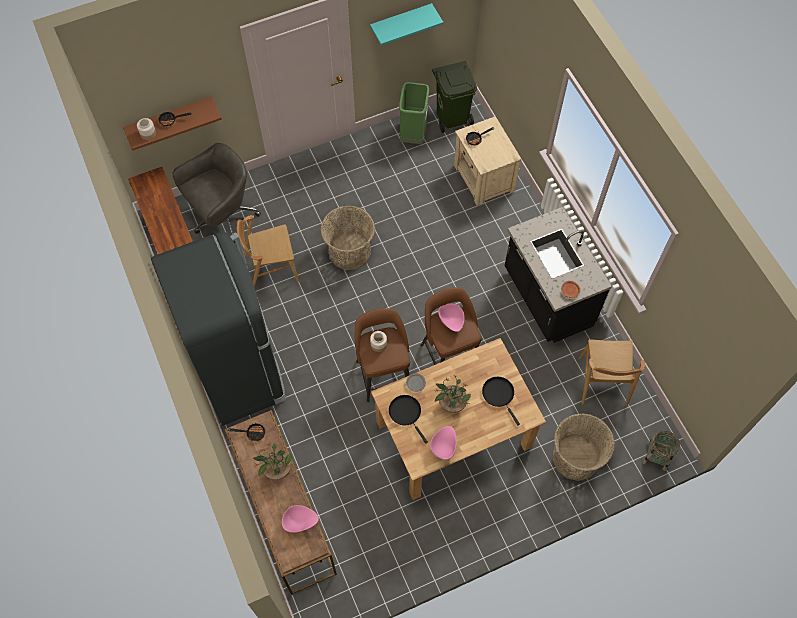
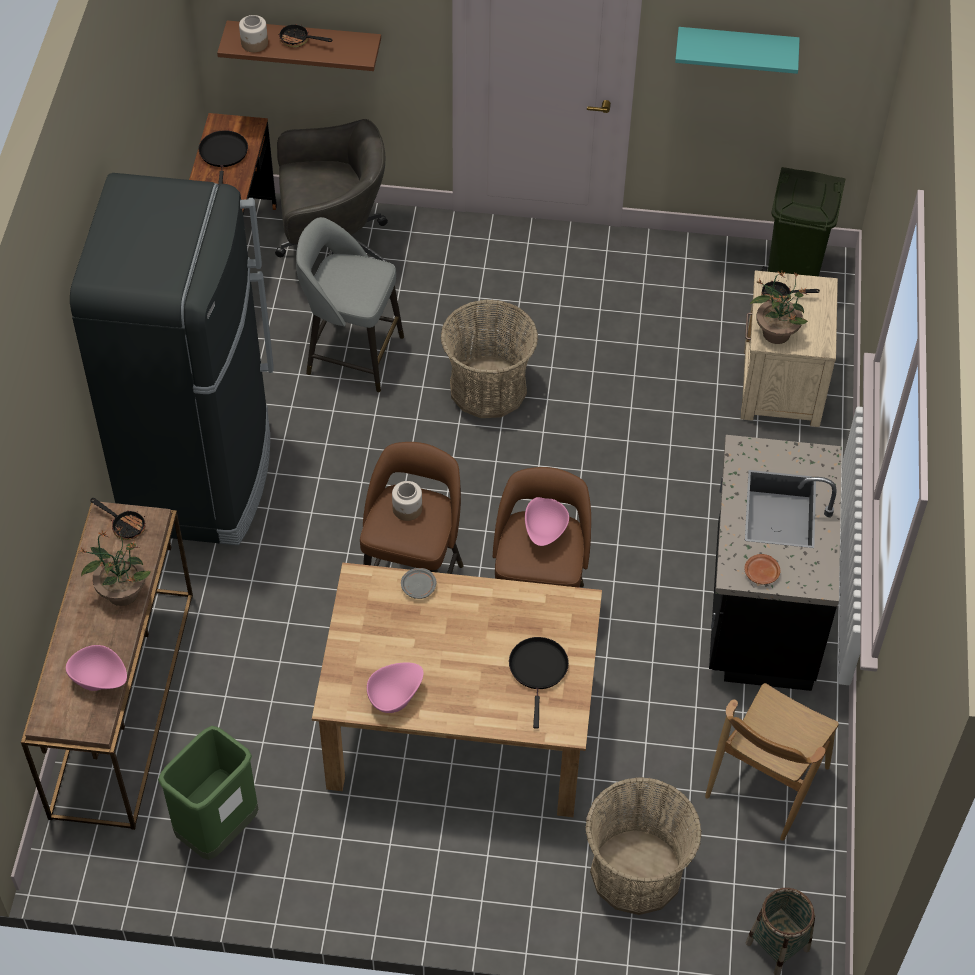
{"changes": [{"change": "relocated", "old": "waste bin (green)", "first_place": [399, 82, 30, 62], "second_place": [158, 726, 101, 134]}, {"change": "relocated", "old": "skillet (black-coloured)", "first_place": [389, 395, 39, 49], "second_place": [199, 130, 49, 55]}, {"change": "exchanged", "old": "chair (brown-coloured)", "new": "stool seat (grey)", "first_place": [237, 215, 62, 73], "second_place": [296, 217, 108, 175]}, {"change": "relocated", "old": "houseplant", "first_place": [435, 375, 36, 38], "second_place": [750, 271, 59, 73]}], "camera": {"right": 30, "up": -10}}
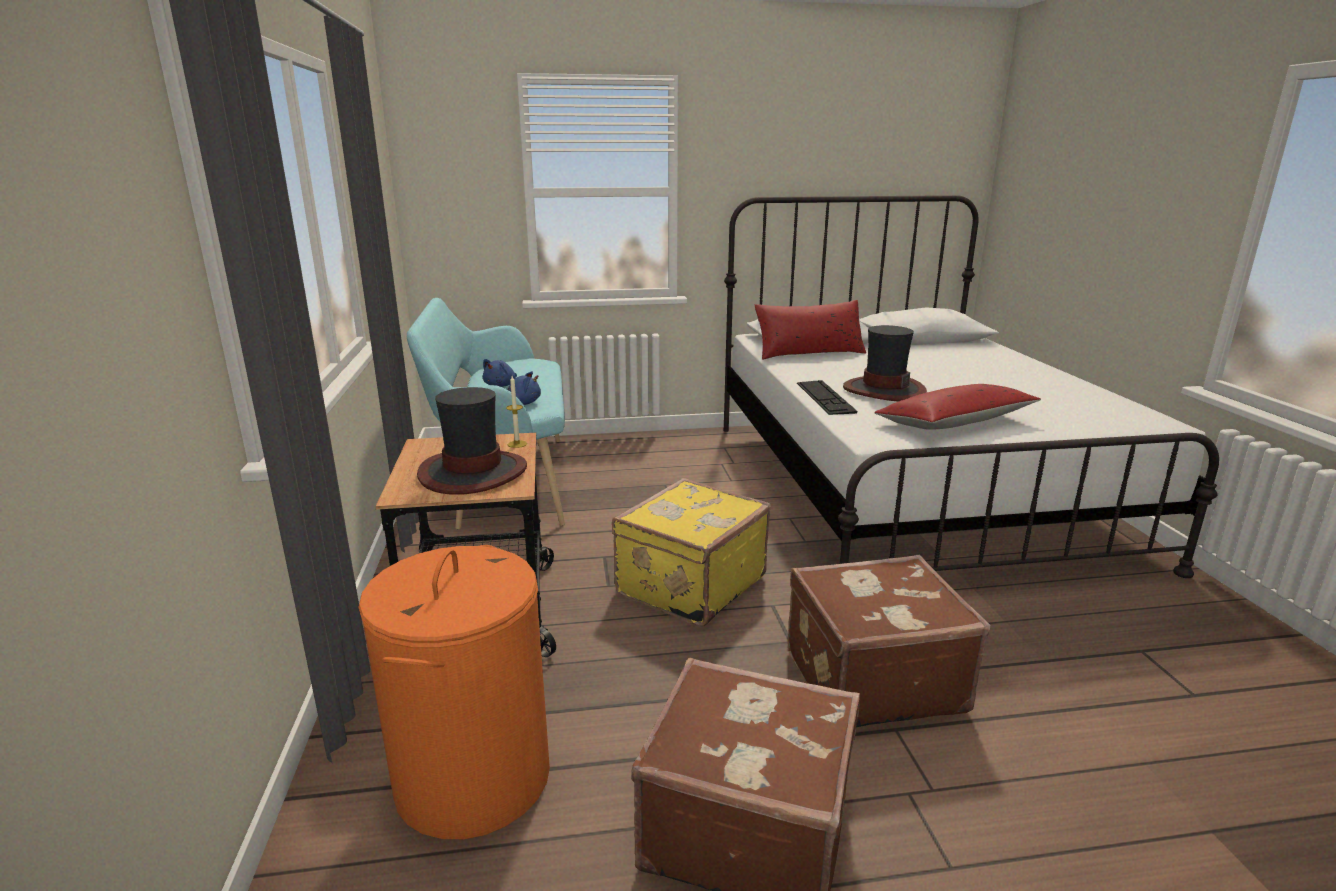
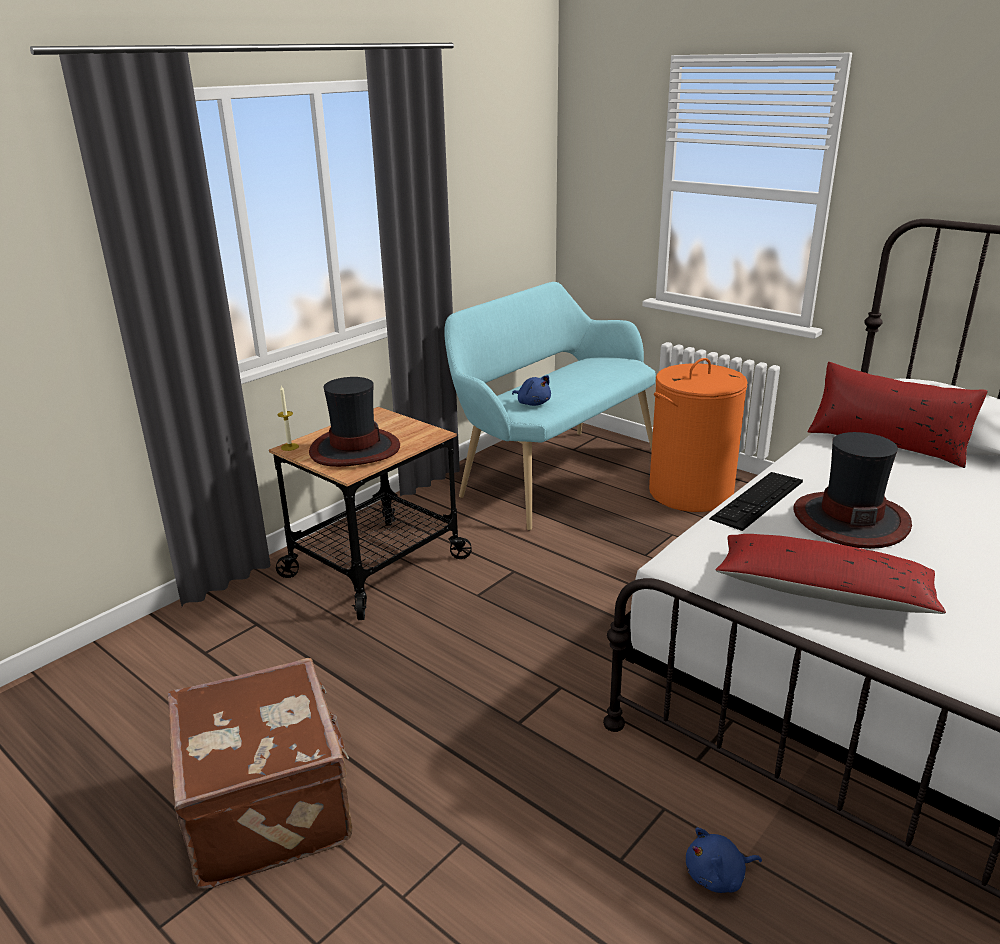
{"changes": [{"change": "relocated", "old": "wax light", "first_place": [506, 376, 21, 72], "second_place": [277, 386, 22, 65]}, {"change": "relocated", "old": "hamper (orangey)", "first_place": [358, 545, 192, 294], "second_place": [649, 358, 99, 154]}, {"change": "relocated", "old": "soft toy (bluish)", "first_place": [483, 359, 34, 28], "second_place": [686, 827, 76, 66]}, {"change": "missing", "old": "travel case (yellow-coloured)", "first_place": [612, 478, 159, 149]}, {"change": "missing", "old": "travel case (brown-coloured)", "first_place": [787, 555, 203, 172]}], "camera": {"right": 50, "up": 5}}
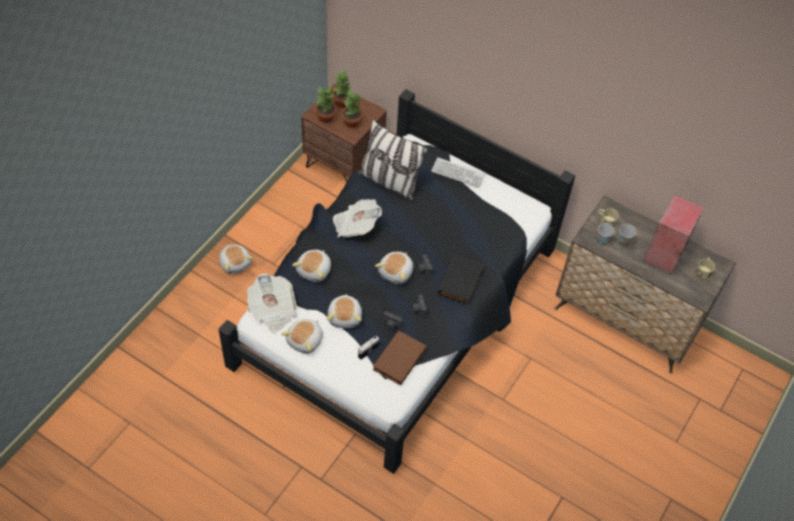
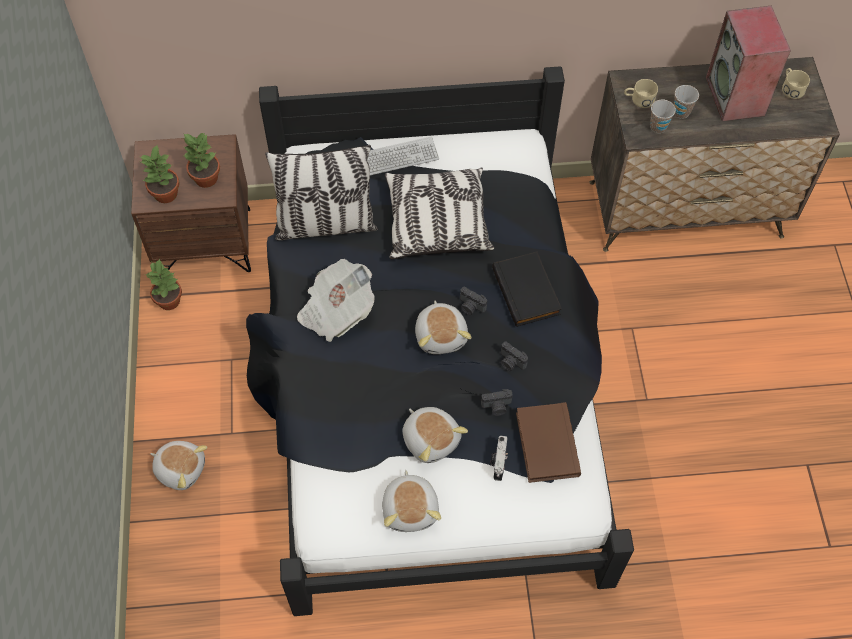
{"changes": [{"change": "relocated", "old": "houseplant", "first_place": [332, 69, 20, 39], "second_place": [145, 258, 37, 52]}, {"change": "appeared", "new": "throw pillow", "second_place": [385, 167, 109, 92]}, {"change": "missing", "old": "printed paper", "first_place": [247, 273, 50, 60]}, {"change": "missing", "old": "soft toy", "first_place": [292, 250, 39, 32]}], "camera": {"right": -35, "up": 5}}
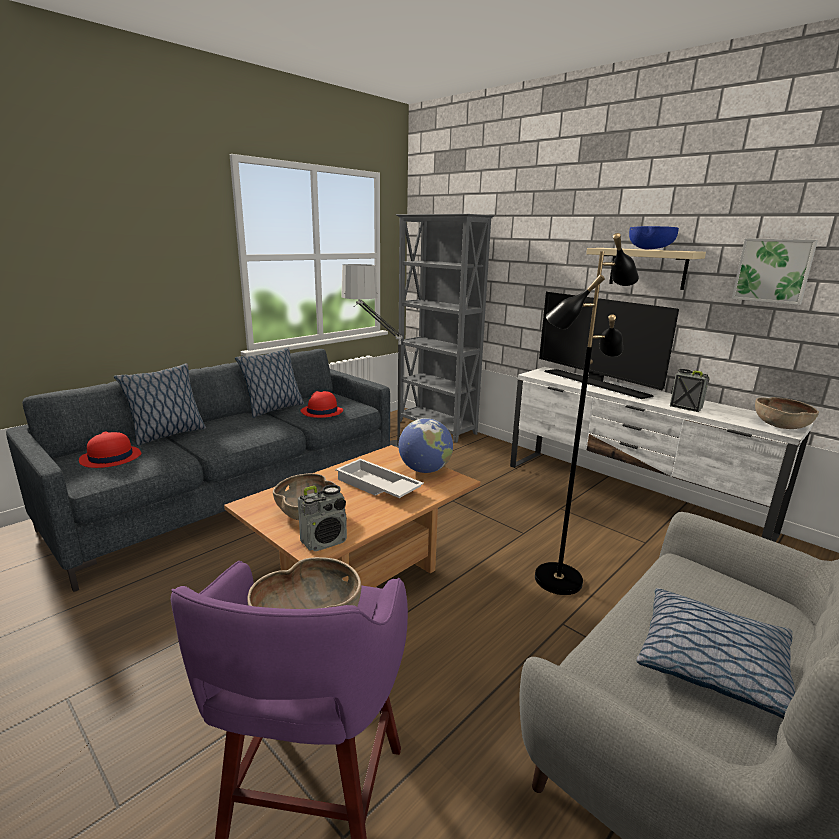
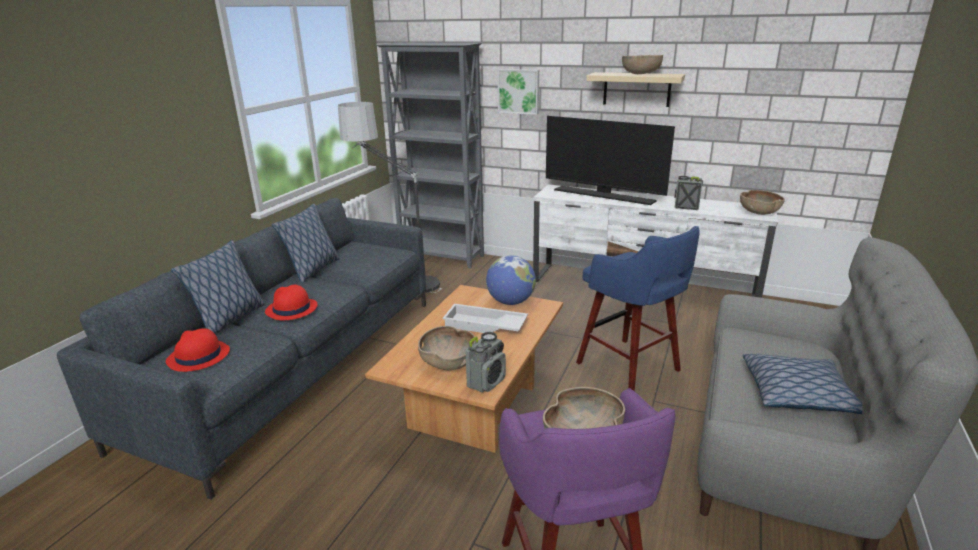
{"changes": [{"change": "relocated", "old": "hat (red)", "first_place": [300, 391, 43, 27], "second_place": [265, 285, 52, 35]}, {"change": "relocated", "old": "picture", "first_place": [732, 238, 86, 67], "second_place": [498, 69, 41, 46]}, {"change": "exchanged", "old": "standing lamp (black-coloured)", "new": "stool seat (bluish)", "first_place": [535, 233, 104, 362], "second_place": [576, 226, 124, 165]}, {"change": "colour", "old": "deep dish (bluish)", "new": "deep dish (brown-coloured)", "first_place": [629, 226, 50, 23], "second_place": [622, 55, 41, 19]}], "camera": {"right": -20, "up": 5}}
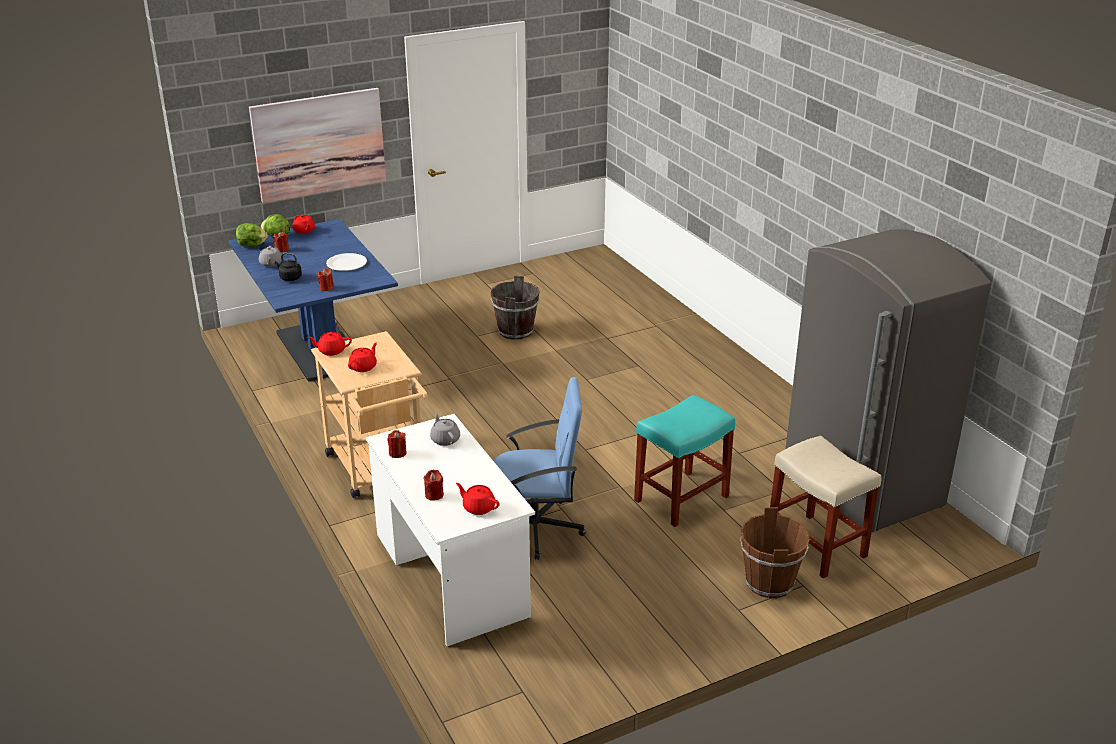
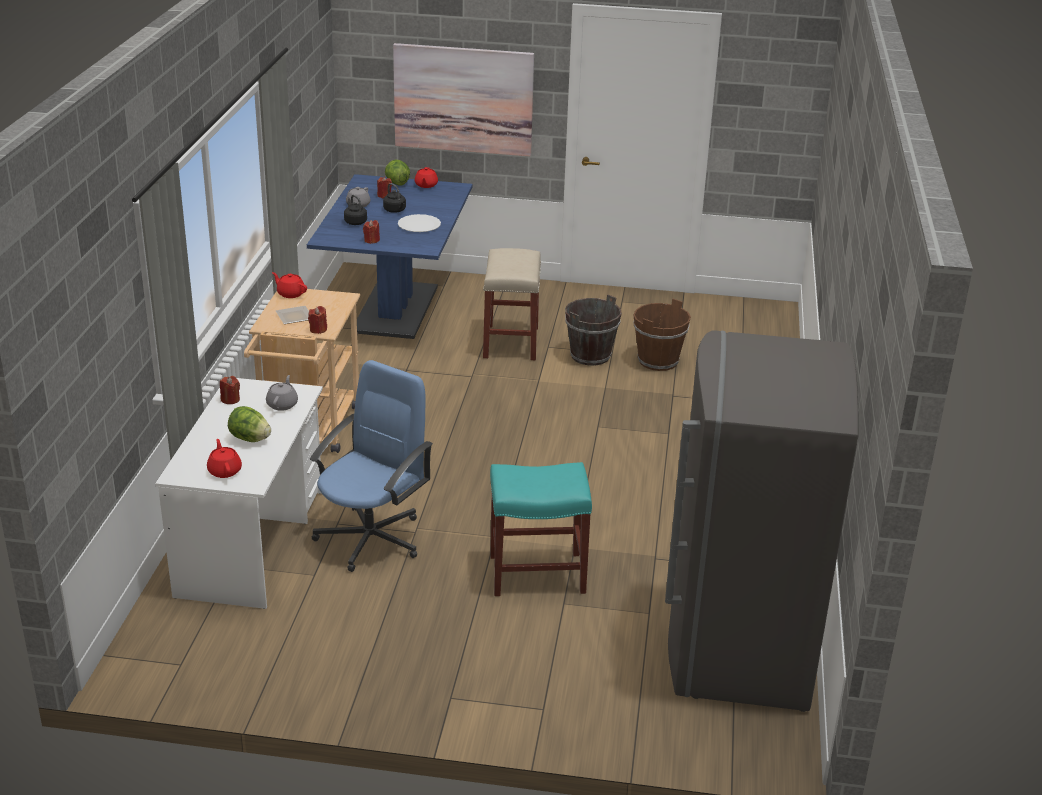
{"changes": [{"change": "relocated", "old": "lettuce head", "first_place": [236, 223, 31, 24], "second_place": [228, 406, 43, 36]}, {"change": "exchanged", "old": "pot for tea (red)", "new": "dinner plate", "first_place": [348, 343, 29, 29], "second_place": [276, 306, 33, 18]}, {"change": "relocated", "old": "wax light (red)", "first_place": [424, 470, 20, 31], "second_place": [308, 306, 19, 28]}, {"change": "spun", "old": "computer chair (bluish)", "first_place": [493, 377, 93, 183], "second_place": [310, 360, 123, 212], "degrees": -90}, {"change": "appeared", "new": "kettle (black-coloured)", "second_place": [383, 183, 23, 30]}, {"change": "relocated", "old": "stool seat (sand-coloured)", "first_place": [770, 436, 112, 142], "second_place": [483, 248, 58, 112]}, {"change": "relocated", "old": "pail (brown-coloured)", "first_place": [740, 507, 70, 91], "second_place": [633, 299, 58, 72]}], "camera": {"right": 35, "up": 0}}
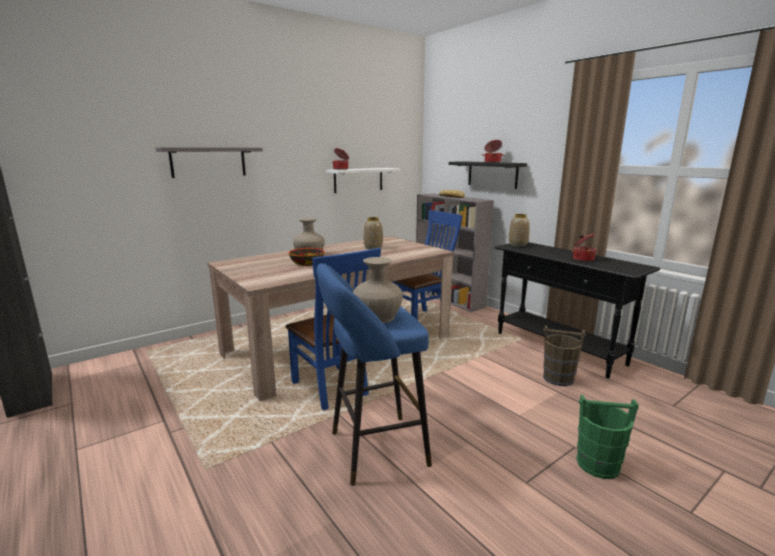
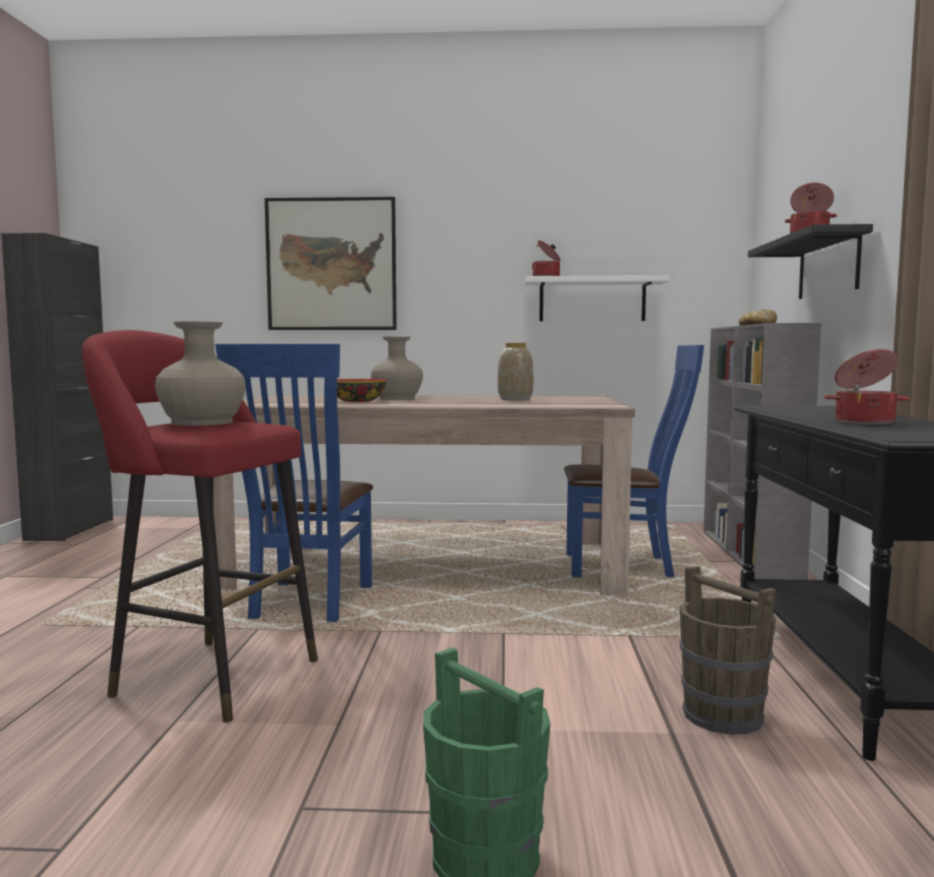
{"changes": [{"change": "colour", "old": "stool seat (bluish)", "new": "stool seat (red)", "first_place": [316, 263, 116, 223], "second_place": [82, 330, 236, 393]}, {"change": "exchanged", "old": "bracket shelf (grey)", "new": "picture", "first_place": [156, 147, 107, 31], "second_place": [265, 197, 132, 133]}, {"change": "missing", "old": "decorative vase", "first_place": [509, 214, 21, 33]}], "camera": {"right": 40, "up": -10}}
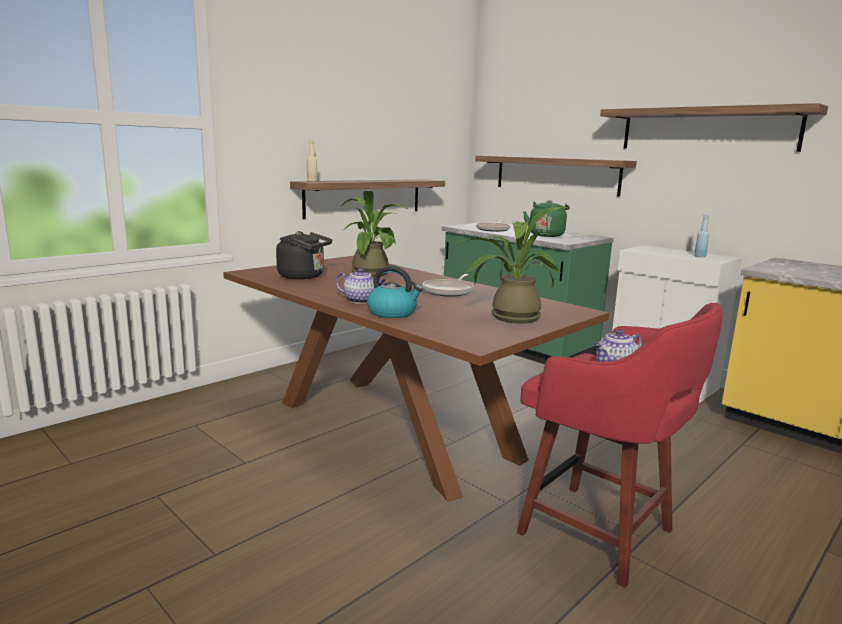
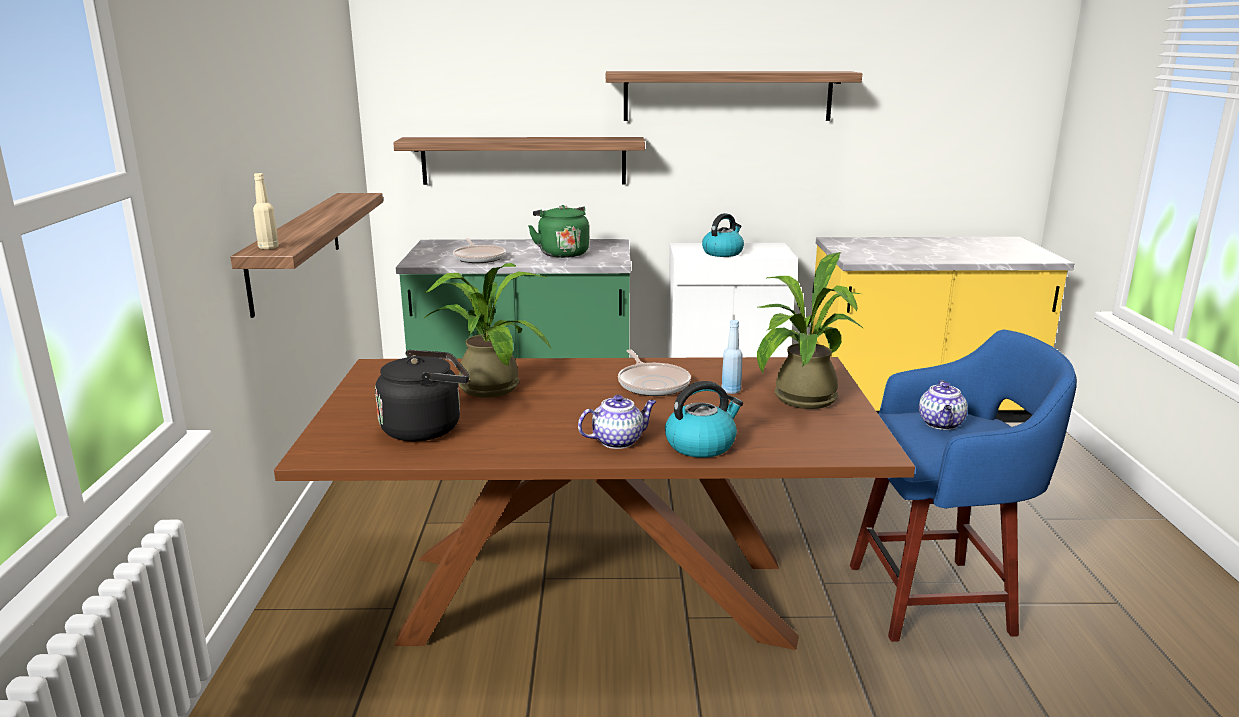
{"changes": [{"change": "appeared", "new": "kettle", "second_place": [702, 213, 42, 44]}, {"change": "relocated", "old": "drink bottle (bluish)", "first_place": [694, 215, 15, 42], "second_place": [722, 320, 21, 74]}, {"change": "colour", "old": "stool seat (red)", "new": "stool seat (bluish)", "first_place": [517, 303, 205, 285], "second_place": [850, 330, 227, 312]}], "camera": {"right": -45, "up": 5}}
